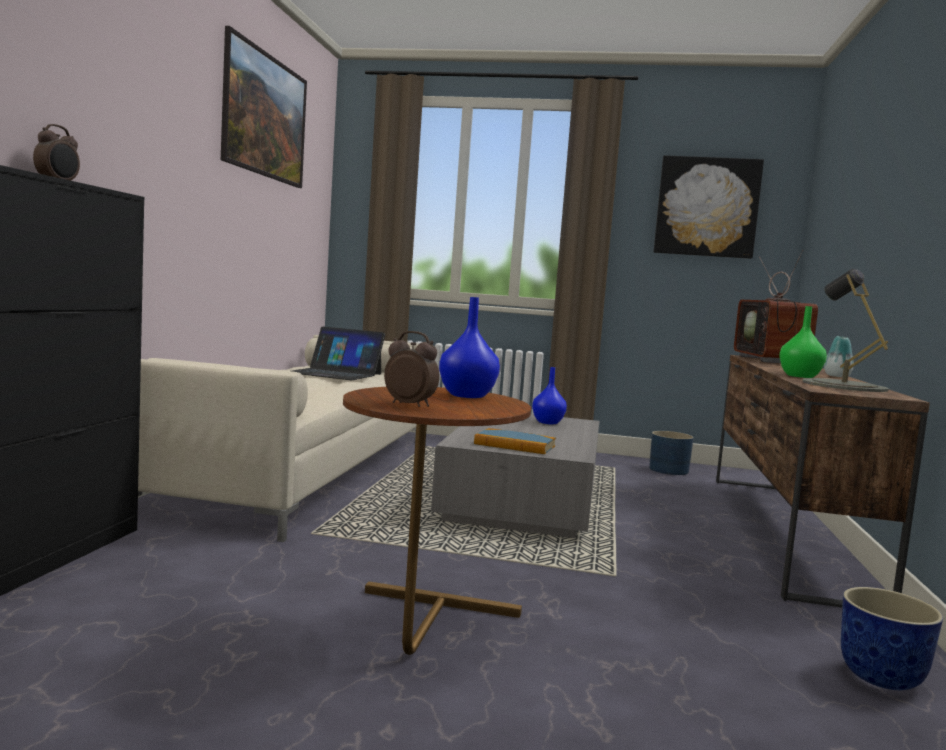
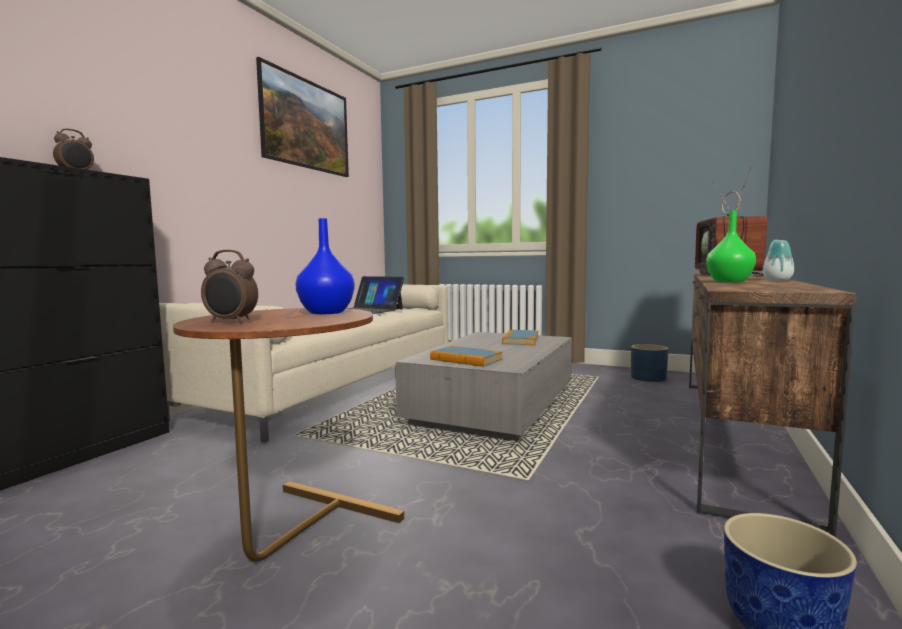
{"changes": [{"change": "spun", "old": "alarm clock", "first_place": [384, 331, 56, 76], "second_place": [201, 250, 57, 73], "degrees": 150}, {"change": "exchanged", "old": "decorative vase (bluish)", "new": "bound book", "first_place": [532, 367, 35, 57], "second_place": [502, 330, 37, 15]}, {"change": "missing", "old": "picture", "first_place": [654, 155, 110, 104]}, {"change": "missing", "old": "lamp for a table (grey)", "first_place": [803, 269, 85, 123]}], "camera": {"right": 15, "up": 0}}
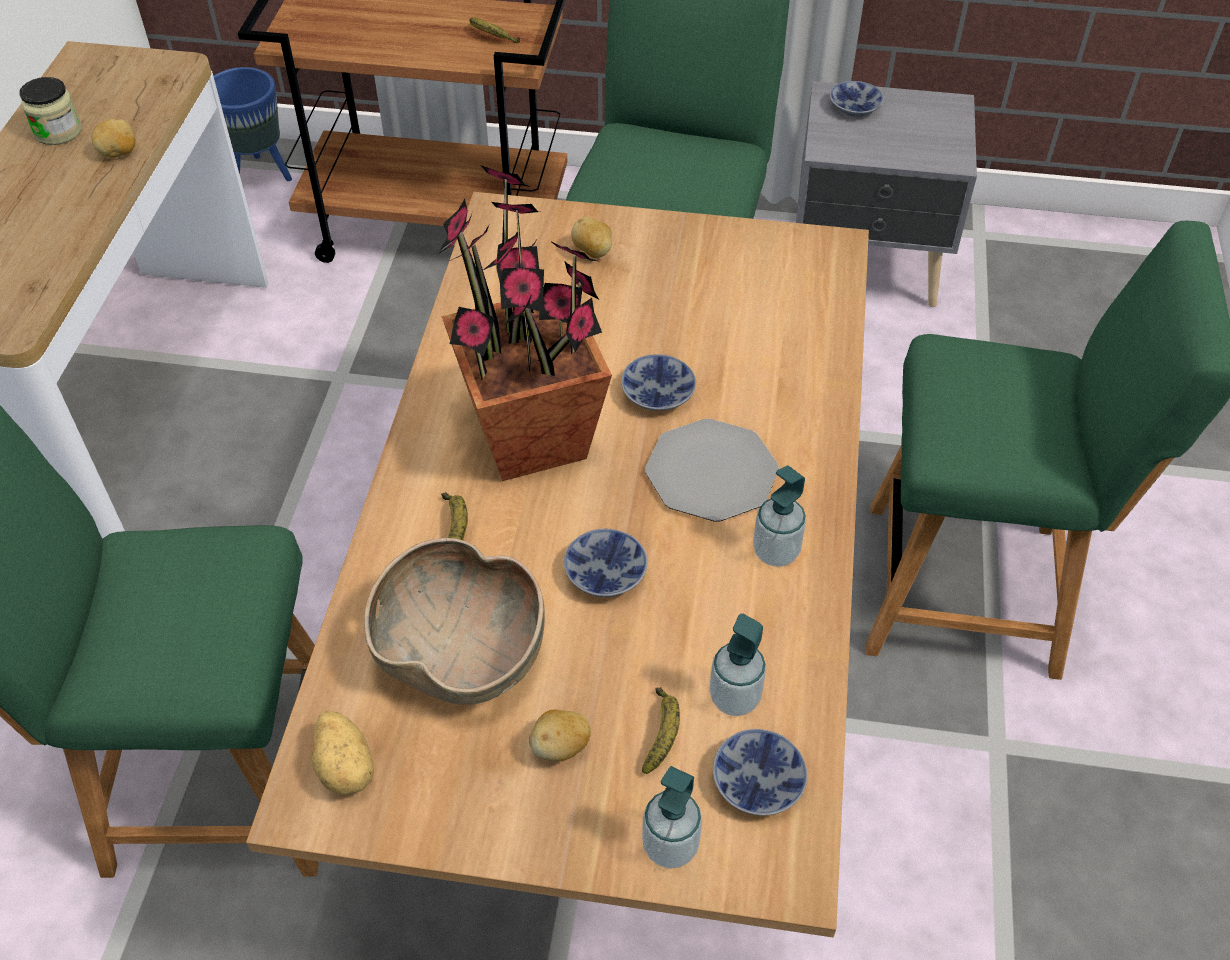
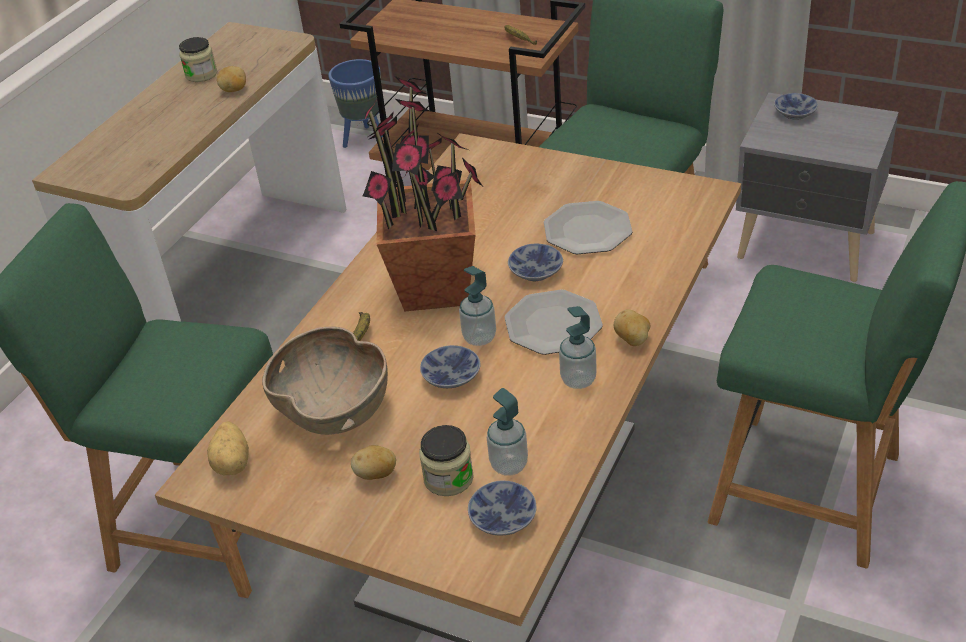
{"changes": [{"change": "exchanged", "old": "banana fruit", "new": "preserve jar", "first_place": [642, 687, 38, 87], "second_place": [419, 425, 55, 71]}, {"change": "relocated", "old": "liquid soap bottle", "first_place": [642, 766, 60, 103], "second_place": [459, 266, 37, 80]}, {"change": "appeared", "new": "dinner plate", "second_place": [544, 201, 89, 53]}, {"change": "relocated", "old": "potato", "first_place": [571, 217, 41, 41], "second_place": [614, 309, 36, 37]}], "camera": {"right": 20, "up": -10}}
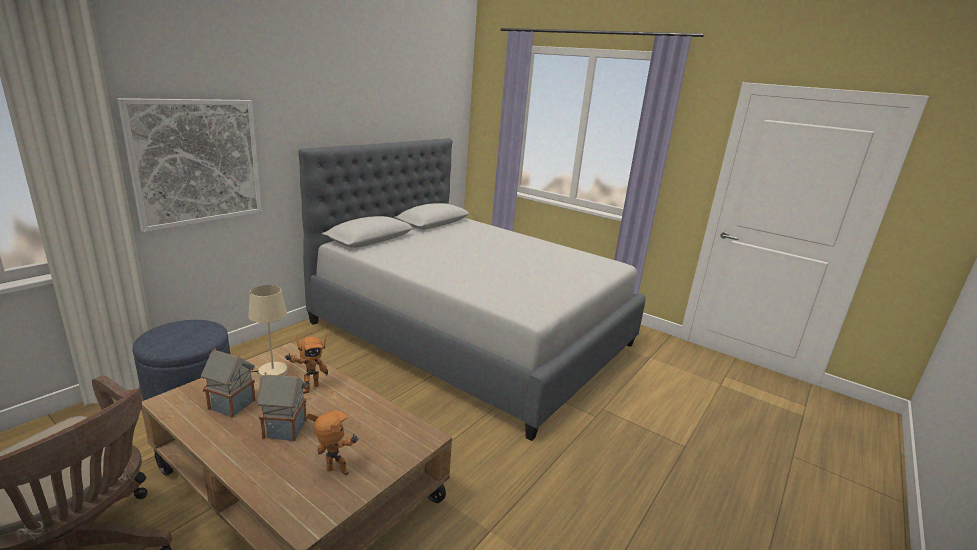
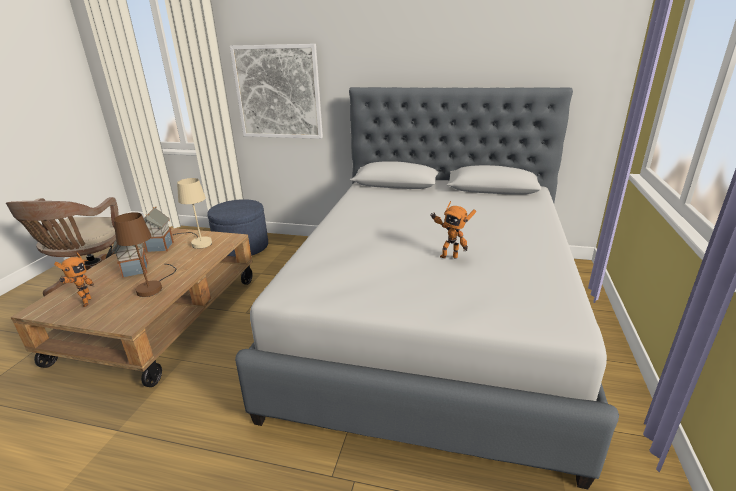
{"changes": [{"change": "appeared", "new": "lamp for a table (brown-coloured)", "second_place": [114, 212, 62, 85]}, {"change": "relocated", "old": "robot figure", "first_place": [284, 334, 44, 60], "second_place": [431, 201, 45, 58]}], "camera": {"right": 70, "up": 5}}
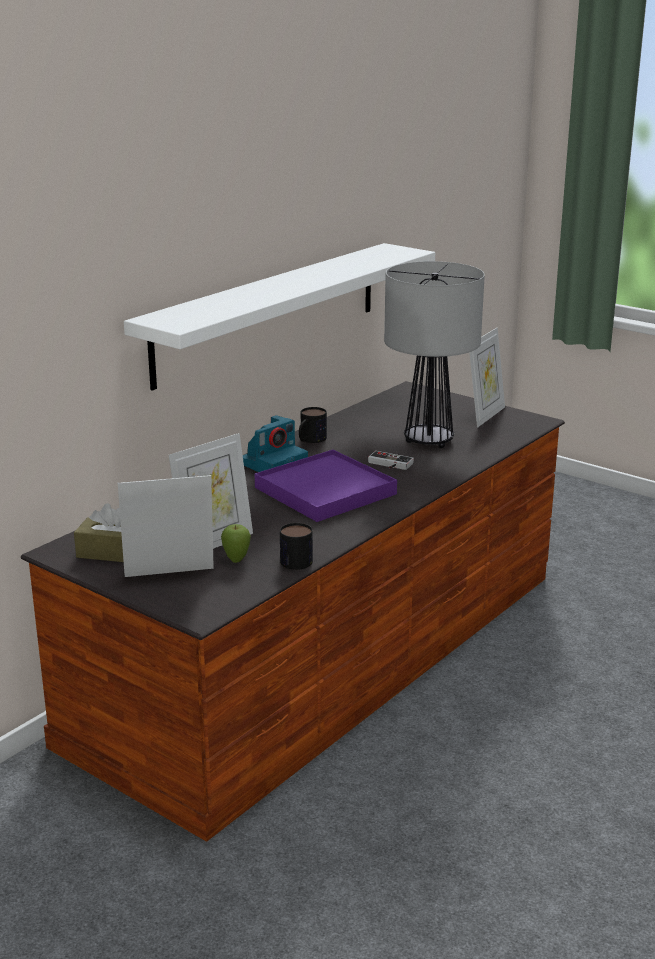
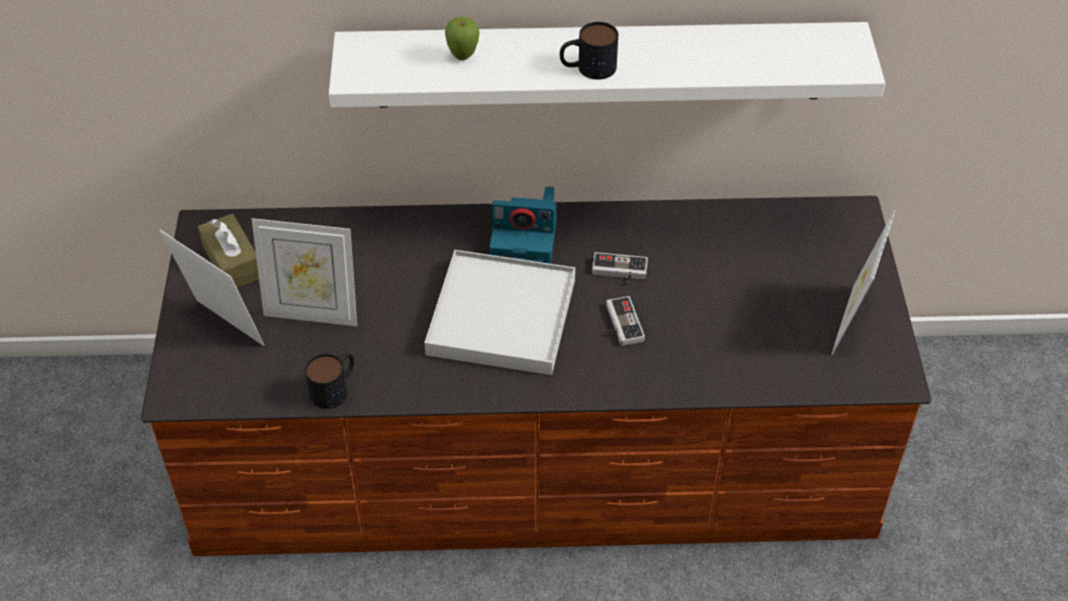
{"changes": [{"change": "colour", "old": "tray (purple)", "new": "tray (whitish)", "first_place": [255, 450, 142, 72], "second_place": [424, 250, 151, 125]}, {"change": "relocated", "old": "apple fruit", "first_place": [221, 524, 30, 39], "second_place": [445, 17, 34, 43]}, {"change": "relocated", "old": "mug", "first_place": [299, 407, 28, 36], "second_place": [560, 22, 58, 58]}, {"change": "appeared", "new": "joypad", "second_place": [592, 252, 56, 32]}, {"change": "spun", "old": "standing frame", "first_place": [469, 328, 36, 99], "second_place": [831, 210, 65, 145], "degrees": 120}, {"change": "missing", "old": "lamp for a table", "first_place": [384, 261, 101, 187]}], "camera": {"right": 50, "up": 25}}
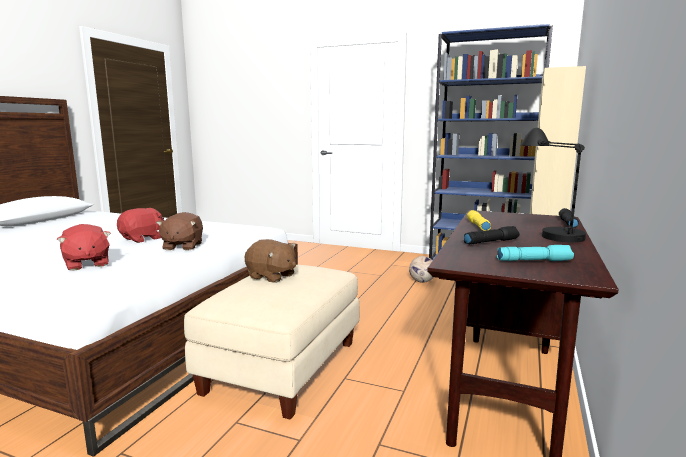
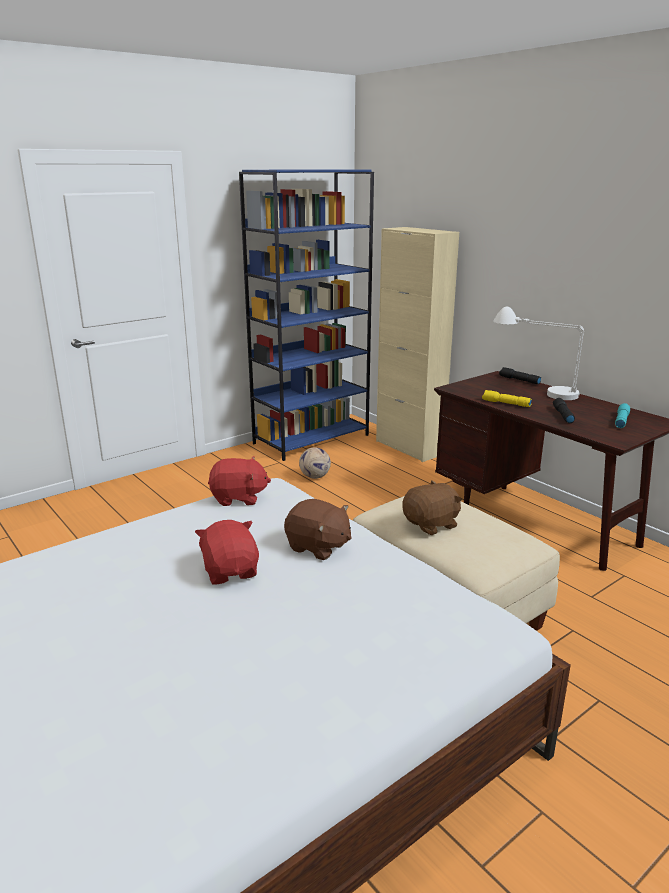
{"changes": [{"change": "relocated", "old": "soft toy (red)", "first_place": [57, 224, 54, 47], "second_place": [208, 456, 63, 50]}, {"change": "colour", "old": "lamp for a table (black-coloured)", "new": "lamp for a table (whitish)", "first_place": [521, 128, 65, 115], "second_place": [493, 306, 91, 94]}], "camera": {"right": -60, "up": 10}}
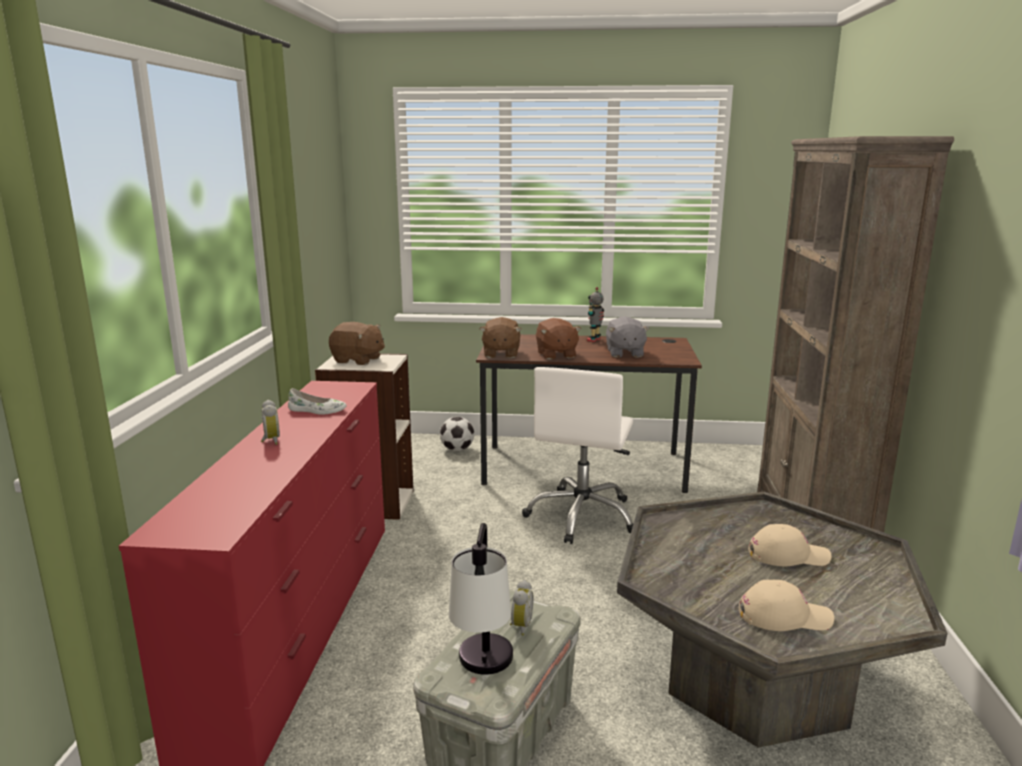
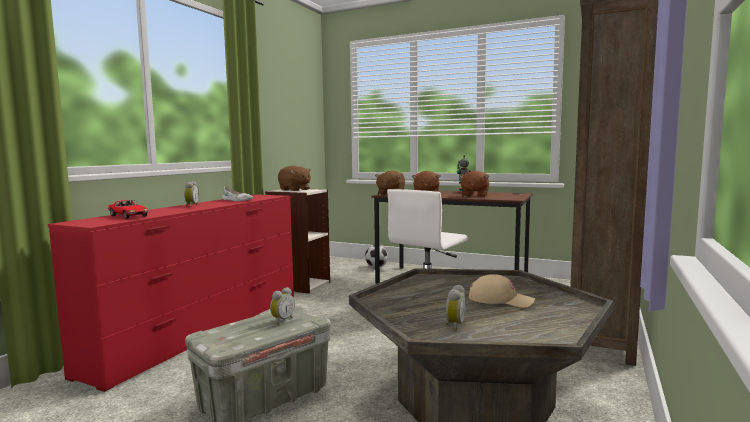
{"changes": [{"change": "appeared", "new": "toy car", "second_place": [107, 200, 42, 19]}, {"change": "exchanged", "old": "peaked cap (sand-coloured)", "new": "alarm clock", "first_place": [739, 579, 95, 52], "second_place": [445, 285, 21, 46]}, {"change": "colour", "old": "soft toy (grey)", "new": "soft toy (brown-coloured)", "first_place": [606, 317, 44, 41], "second_place": [459, 171, 30, 26]}, {"change": "missing", "old": "lamp for a table", "first_place": [449, 523, 64, 152]}], "camera": {"right": 20, "up": -10}}
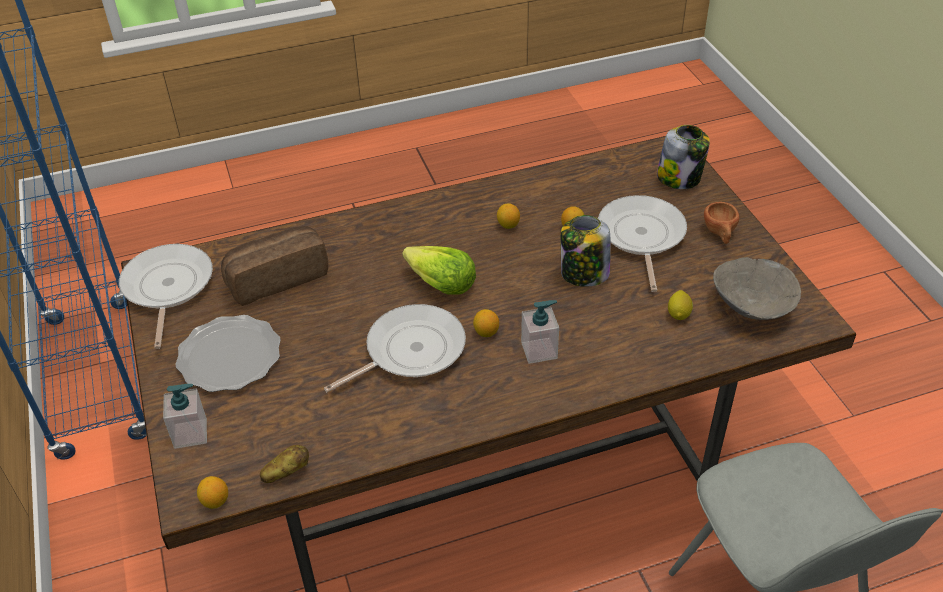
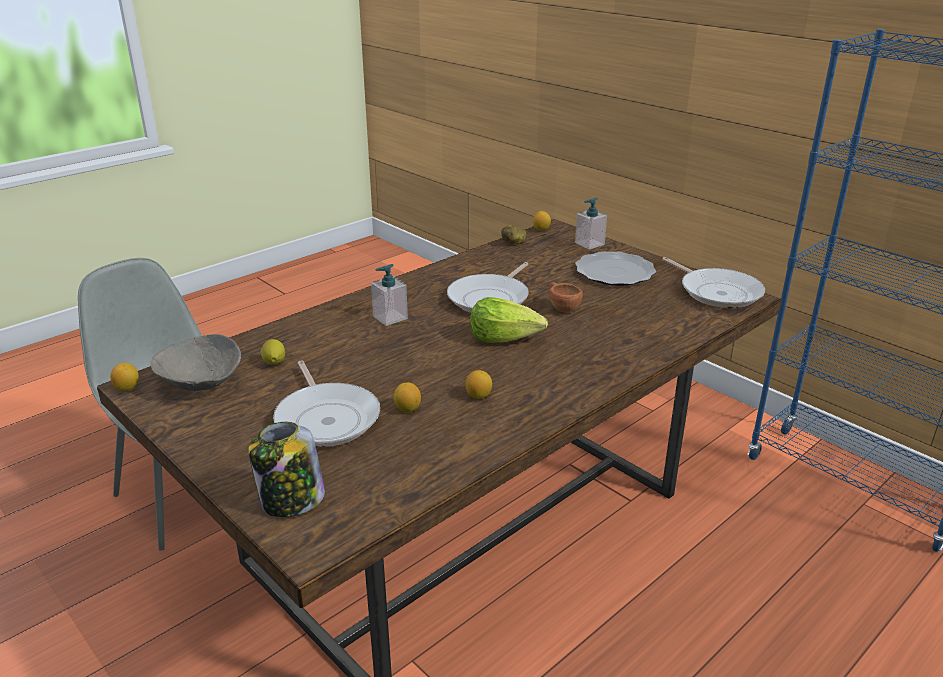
{"changes": [{"change": "relocated", "old": "whole lemon", "first_place": [473, 309, 26, 28], "second_place": [110, 363, 29, 28]}, {"change": "relocated", "old": "drinking cup (brown-coloured)", "first_place": [704, 202, 35, 42], "second_place": [549, 282, 34, 30]}, {"change": "missing", "old": "bread", "first_place": [221, 226, 108, 80]}, {"change": "missing", "old": "preserve jar", "first_place": [561, 215, 49, 72]}], "camera": {"right": 155, "up": -15}}
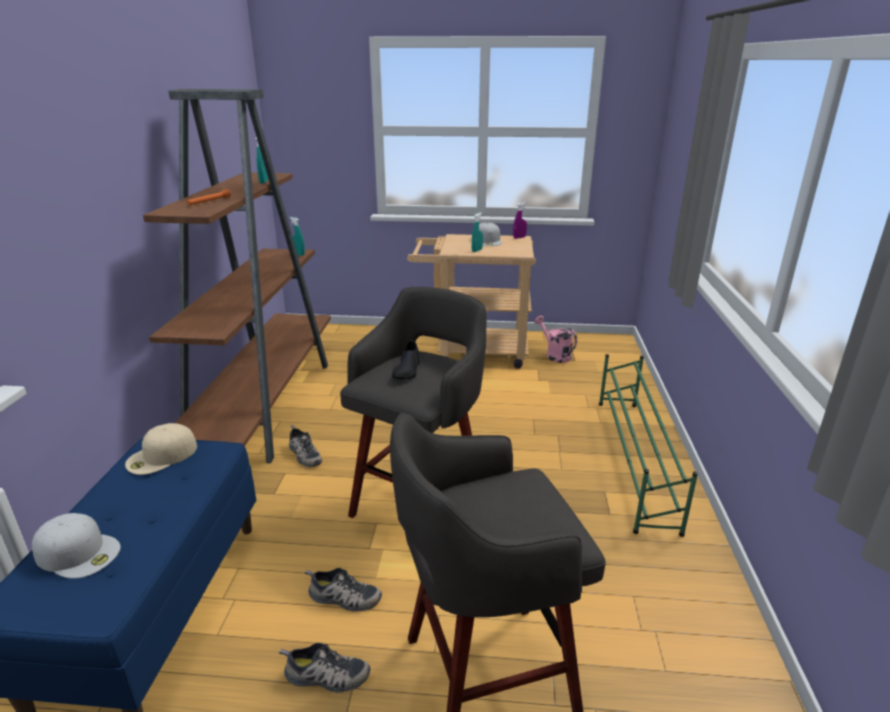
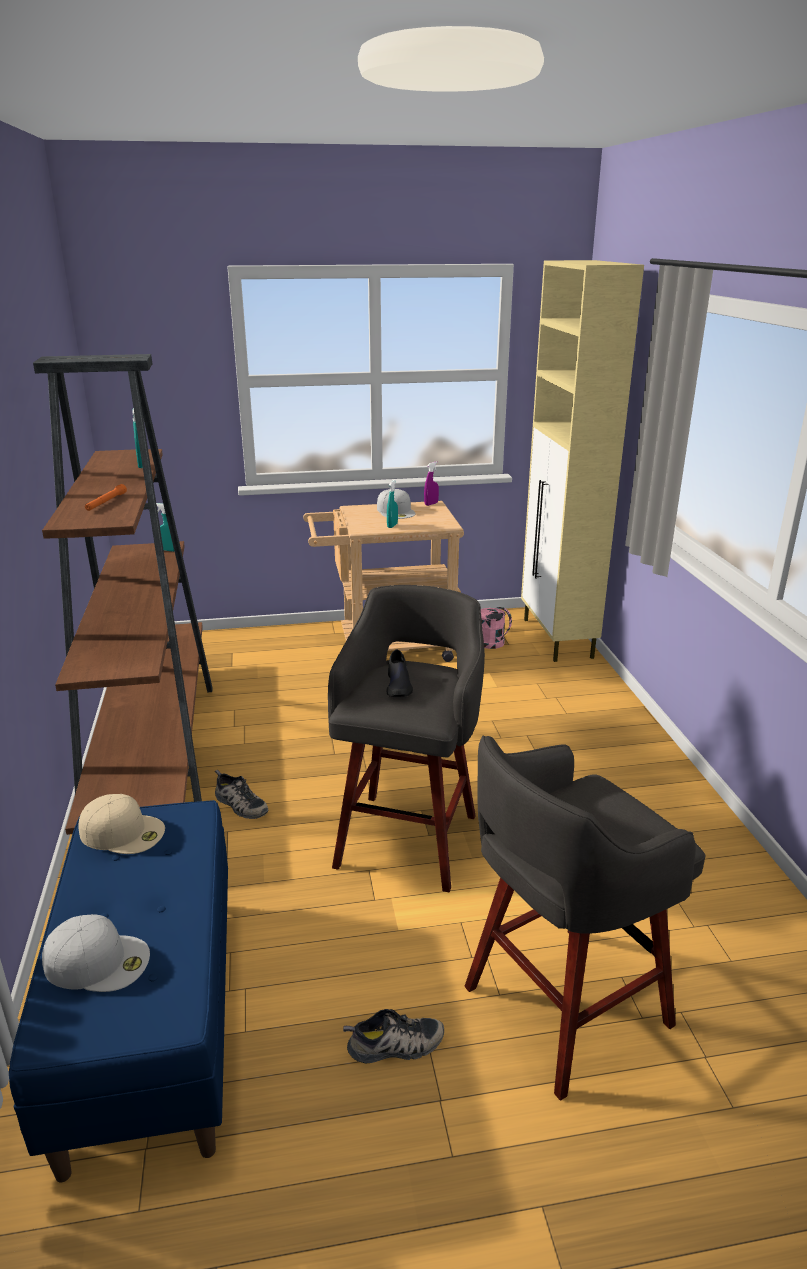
{"changes": [{"change": "spun", "old": "peaked cap (sand-coloured)", "first_place": [125, 423, 72, 52], "second_place": [78, 794, 87, 60], "degrees": -105}, {"change": "appeared", "new": "storage cabinet (sand-coloured)", "second_place": [521, 260, 123, 402]}, {"change": "missing", "old": "item of footwear", "first_place": [305, 568, 77, 44]}, {"change": "missing", "old": "shoe rack (green)", "first_place": [599, 354, 99, 183]}], "camera": {"right": -15, "up": 0}}
